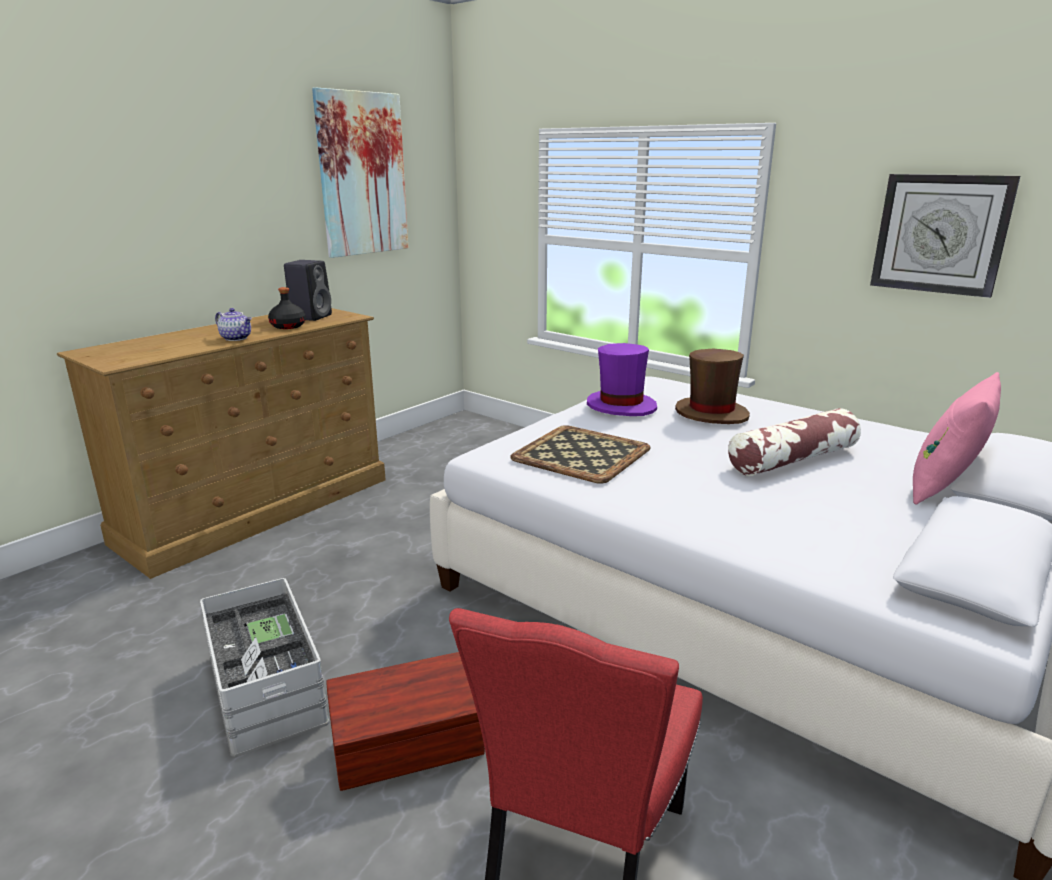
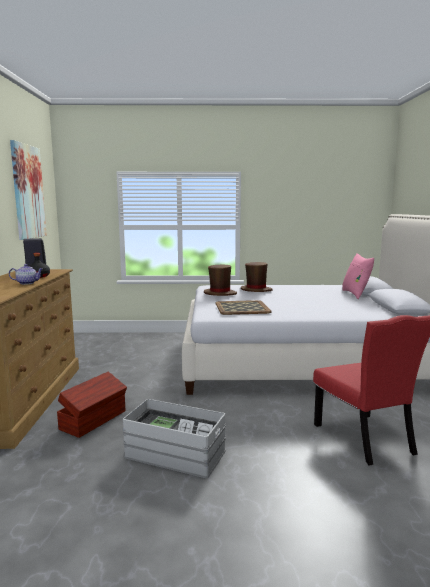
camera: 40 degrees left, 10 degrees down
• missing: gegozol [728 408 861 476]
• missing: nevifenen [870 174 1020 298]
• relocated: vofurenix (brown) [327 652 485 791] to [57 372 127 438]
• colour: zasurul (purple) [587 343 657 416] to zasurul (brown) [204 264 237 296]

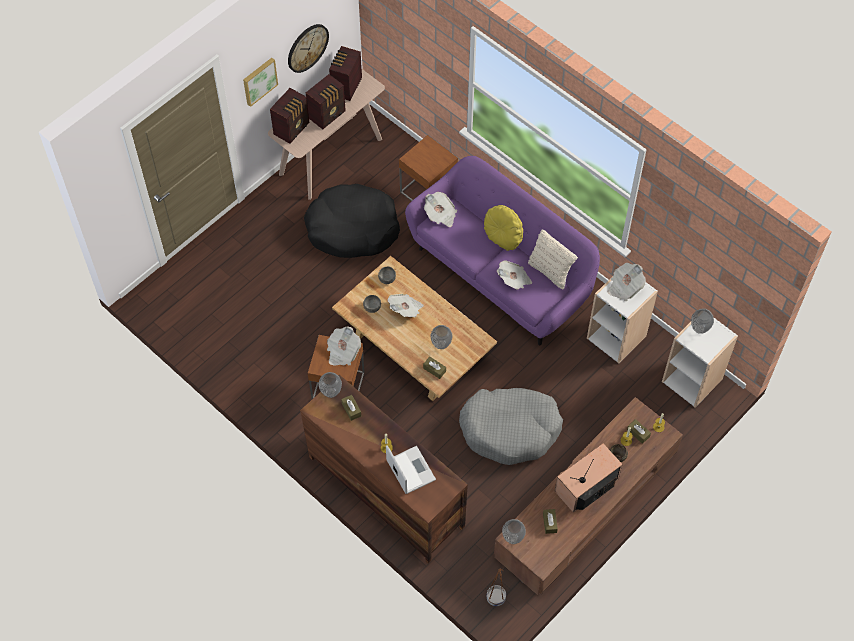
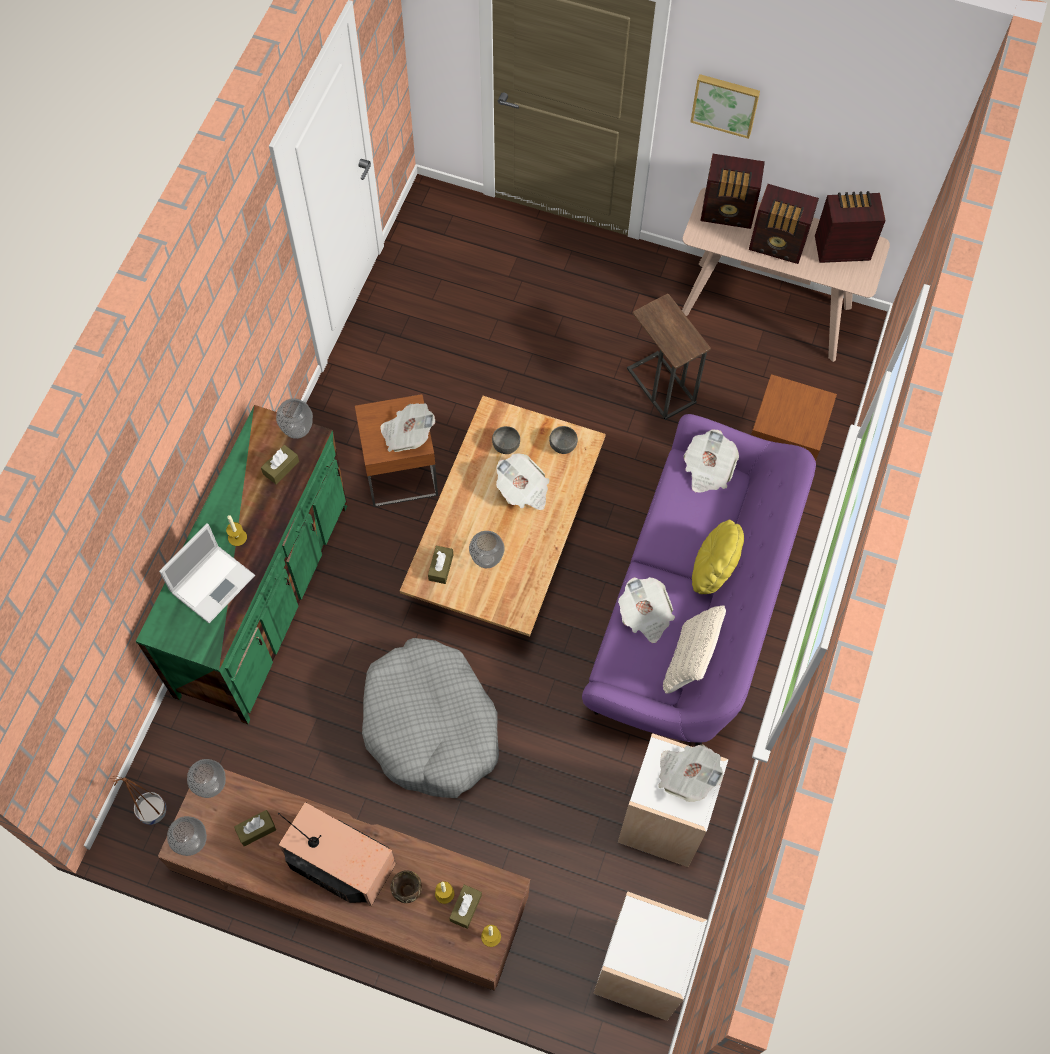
camera: 65 degrees right, 5 degrees up
• missing: nevifenen [288 24 329 73]
• relocated: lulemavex [691 308 714 334] to [167 816 207 856]
• exchanged: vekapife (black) [304 184 400 258] to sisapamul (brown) [627 294 711 420]
• colour: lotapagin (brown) [300 375 468 564] to lotapagin (green) [136 405 347 724]

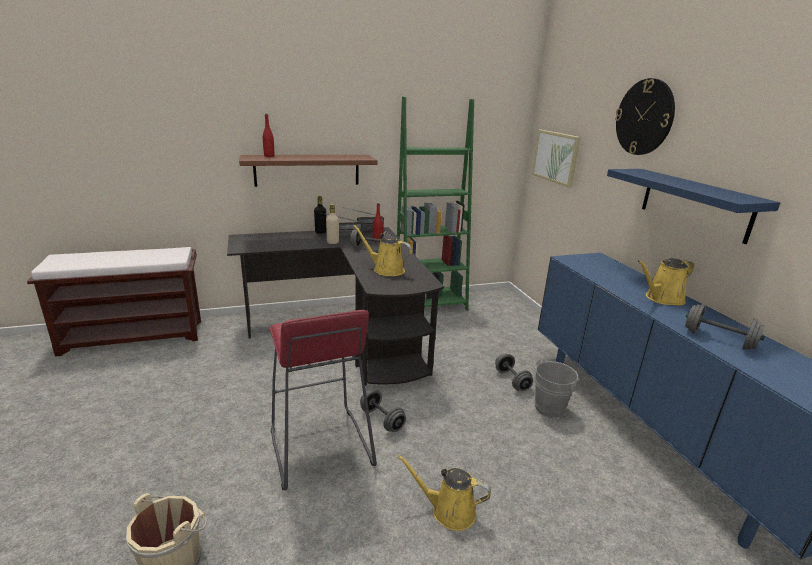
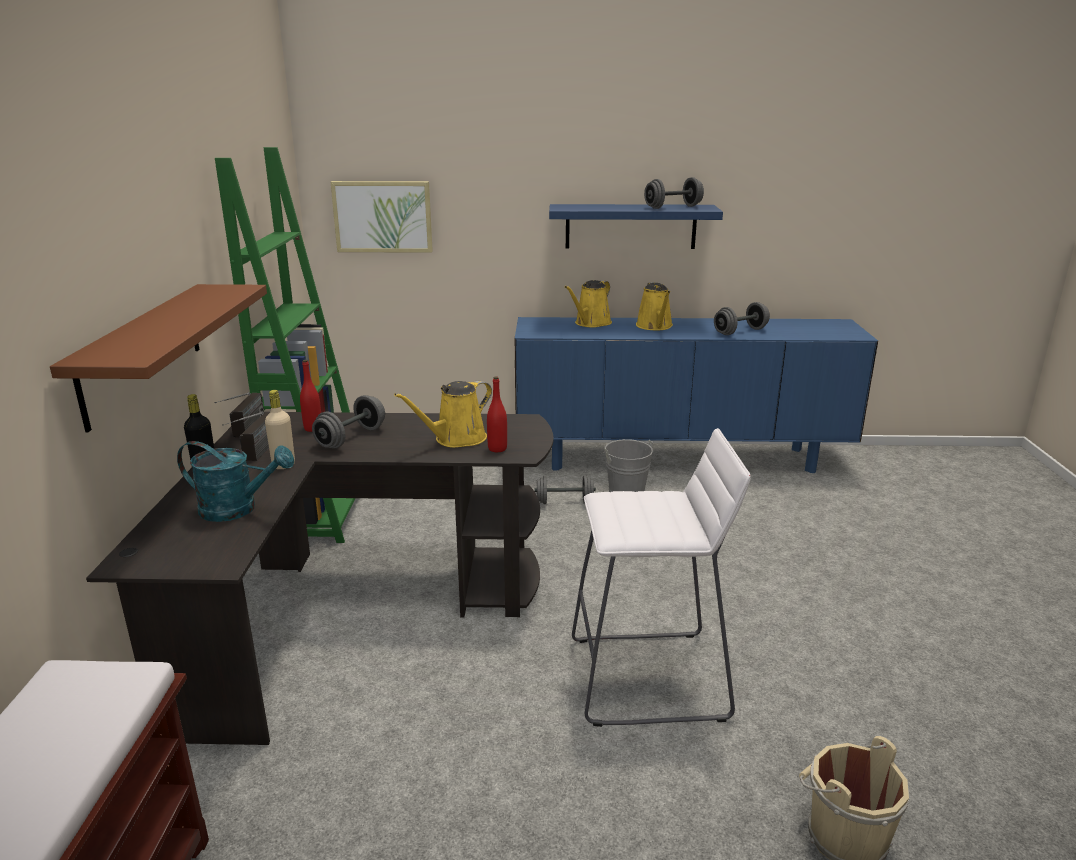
camera: 70 degrees left, 0 degrees up
• missing: nevifenen [615 78 675 155]
• appeared: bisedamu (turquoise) [177 441 294 522]
• relocated: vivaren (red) [263 114 274 157] to [487 377 507 452]
• relocated: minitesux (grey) [360 390 406 432] to [644 177 704 209]
• relocated: bisedamu (yellow) [397 455 491 531] to [565 280 612 327]
• colour: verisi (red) [270 309 377 490] to verisi (white) [572 428 751 727]

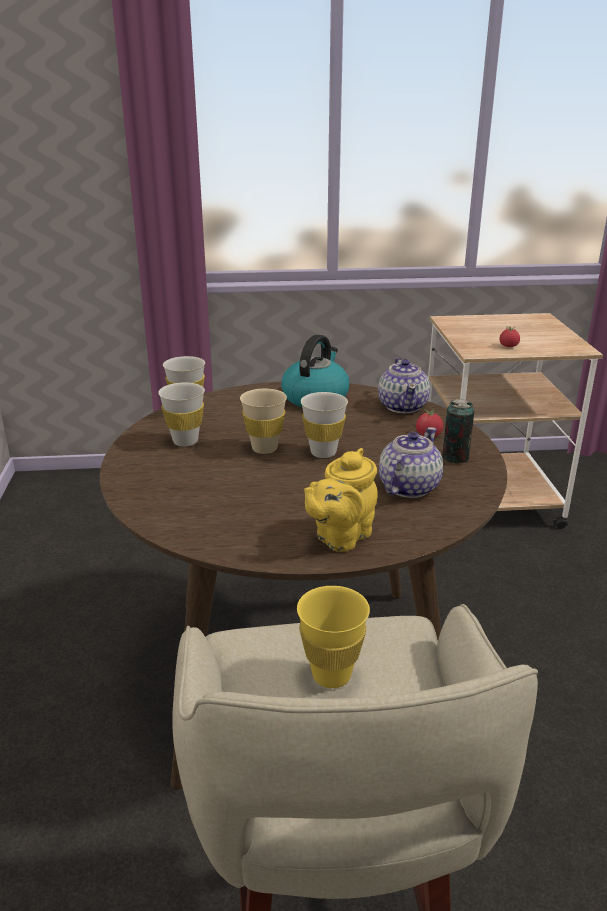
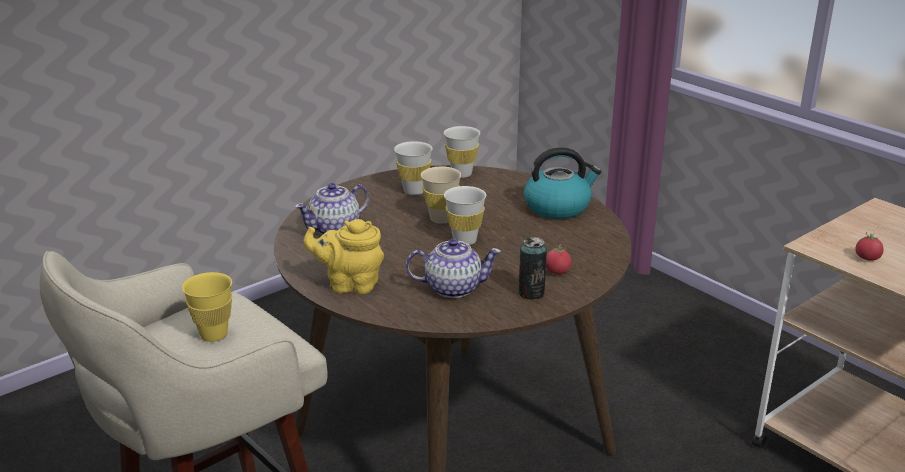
camera: 55 degrees right, 0 degrees up
• relocated: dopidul [378 358 430 413] to [295 183 369 235]

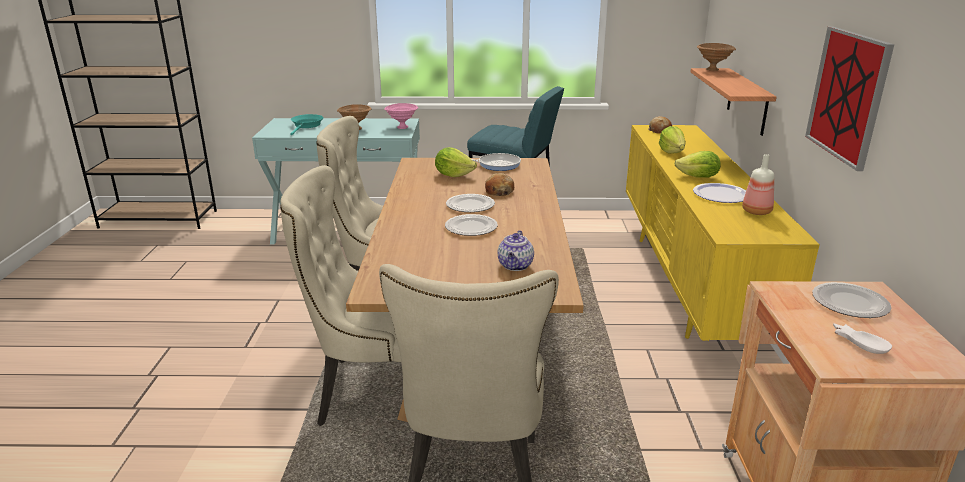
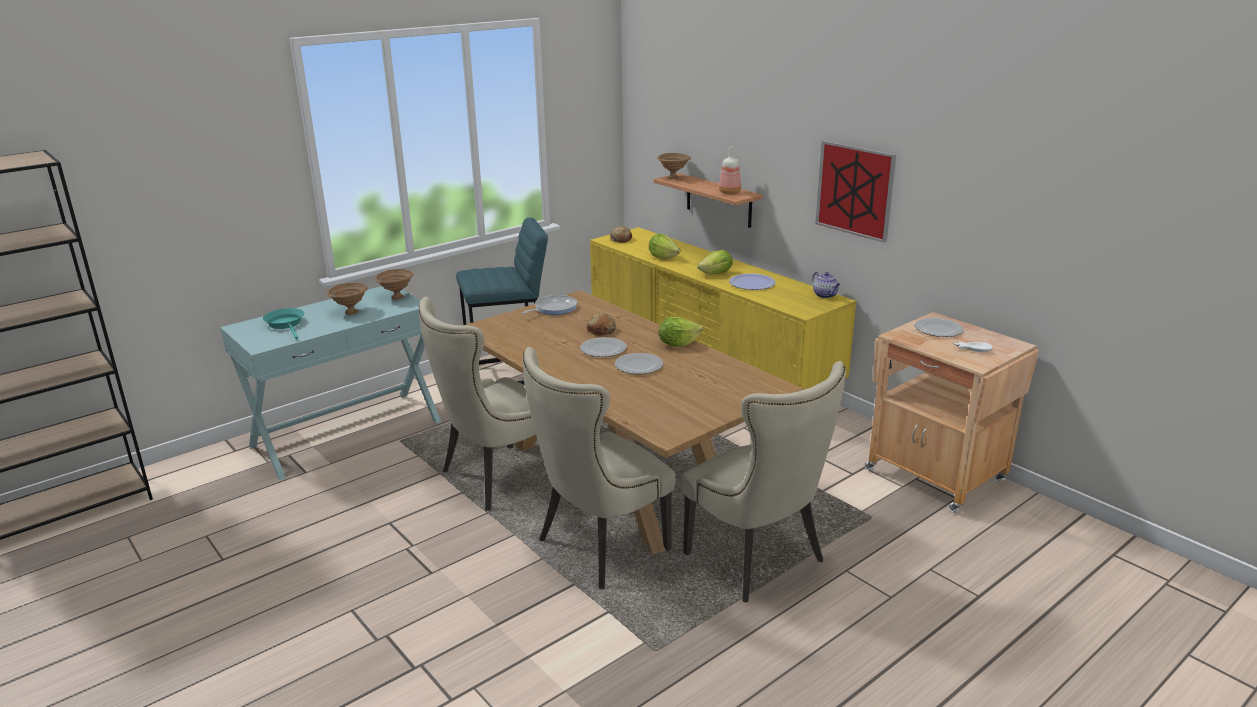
camera: 40 degrees left, 0 degrees up
• relocated: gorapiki [435 147 477 177] to [659 317 703 347]
• relocated: dopidul [498 230 534 271] to [812 272 841 298]
• relocated: vivaren [742 154 774 215] to [719 147 741 194]
• colour: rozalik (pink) [384 103 418 129] to rozalik (brown) [375 269 414 300]

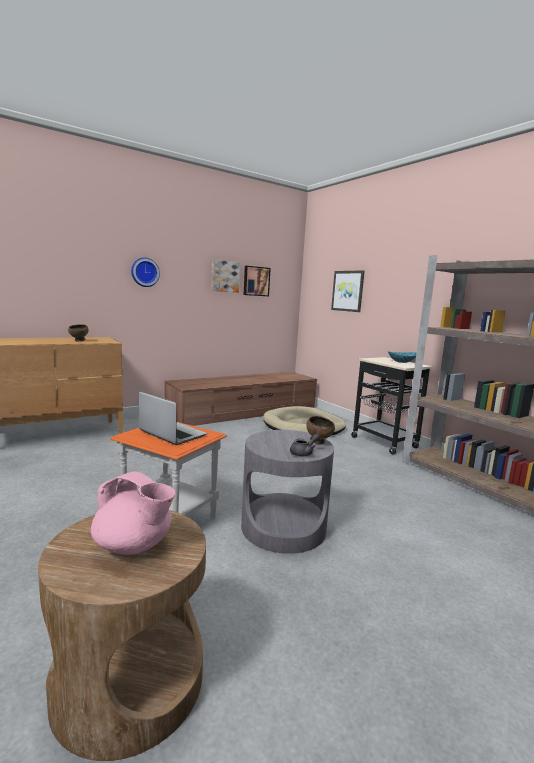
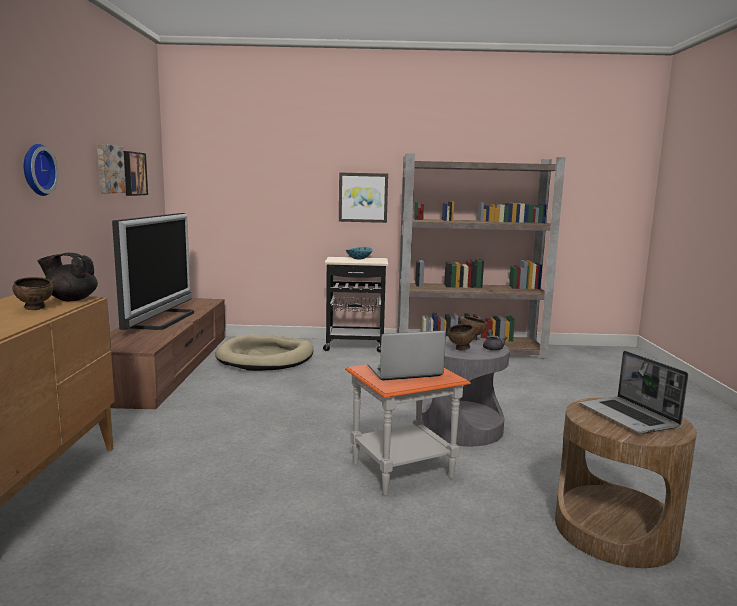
camera: 55 degrees left, 0 degrees up
• appeared: dopidul (black) [37 253 98 301]
• appeared: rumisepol [112 213 194 330]
• appeared: rozalik (brown) [448 324 475 350]
• relocated: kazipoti [331 270 364 312] to [339 172 388 223]
• exchanged: dopidul (pink) [91 472 175 555] to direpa [580 351 688 434]

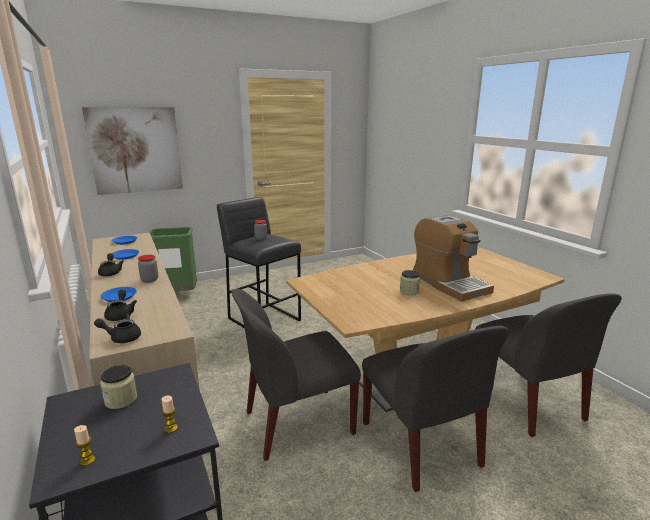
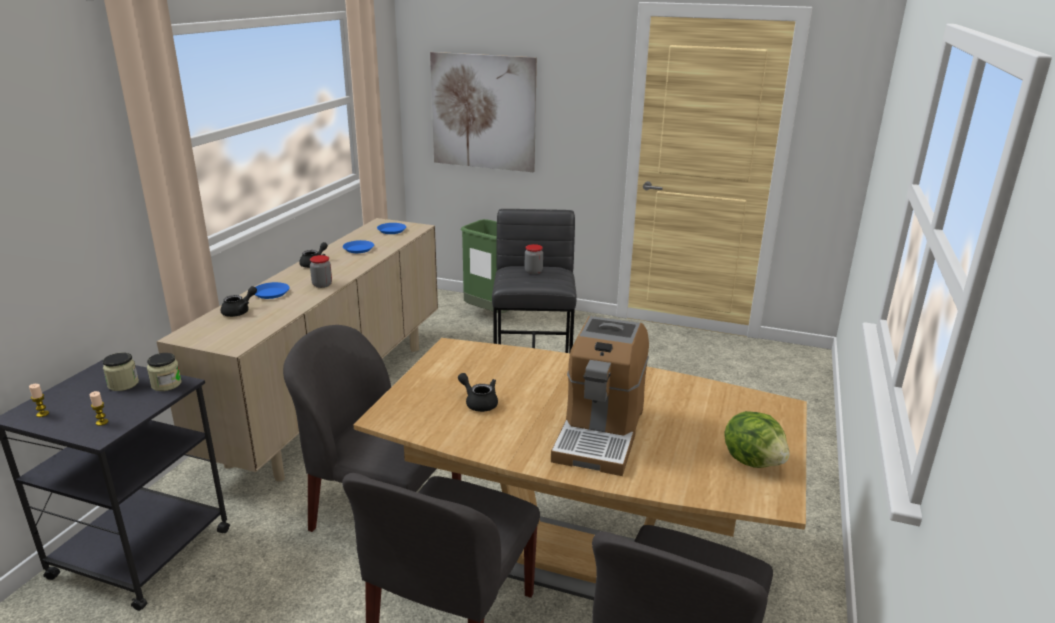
camera: 45 degrees right, 5 degrees up
• appeared: gorapiki [725 411 789 468]
• relocated: dopidul (black) [94 315 141 343] to [458 373 498 412]
• relocated: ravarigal [400 270 420 295] to [147 353 182 391]

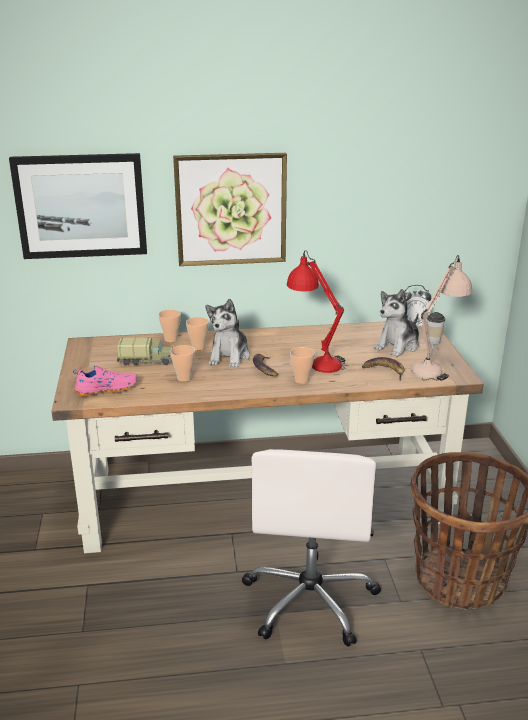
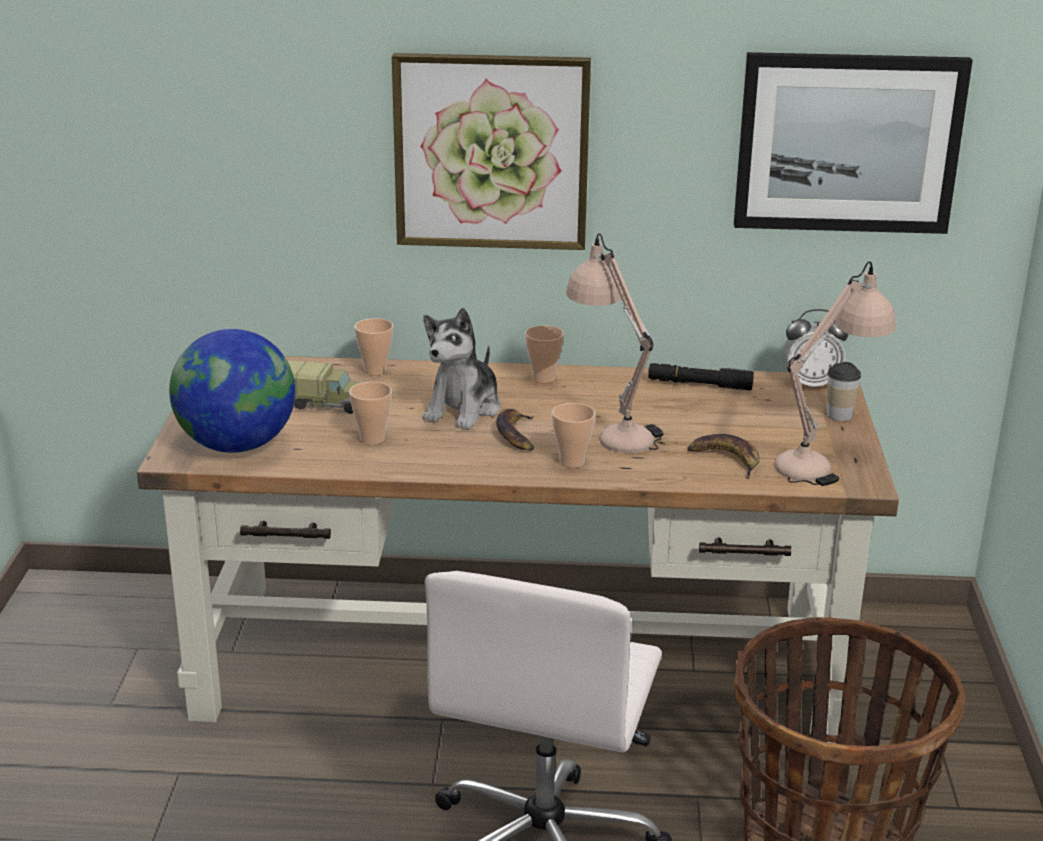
camera: 10 degrees right, 0 degrees up
• missing: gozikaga [374 289 419 357]
• appeared: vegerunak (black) [648 363 754 390]
• relocated: kazipoti [9 153 147 259] to [734 52 973 234]
• relocated: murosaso [186 317 209 351] to [525 325 564 383]
• exchanged: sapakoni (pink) [73 365 137 397] to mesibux [169 329 295 453]
• colour: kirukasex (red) [287 250 346 373] to kirukasex (beige) [566 233 663 453]

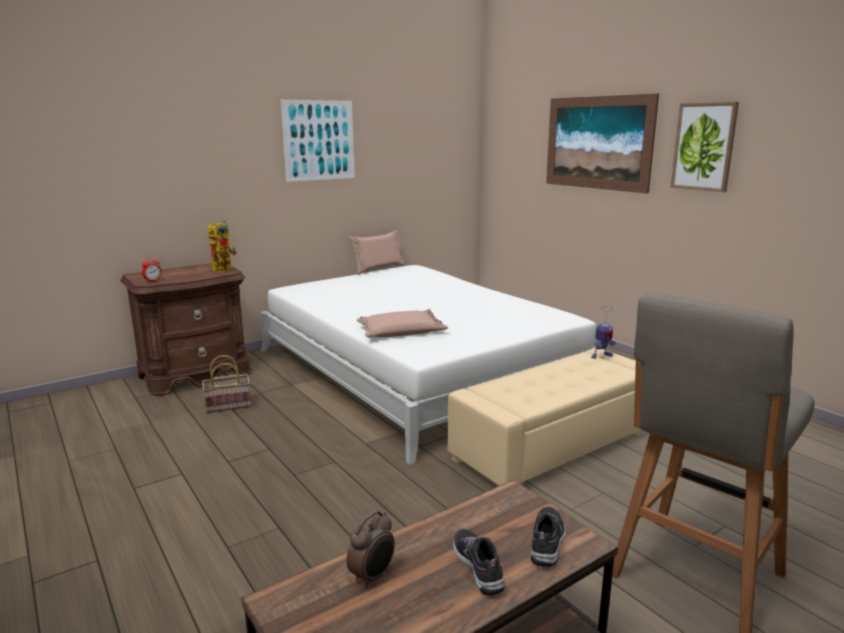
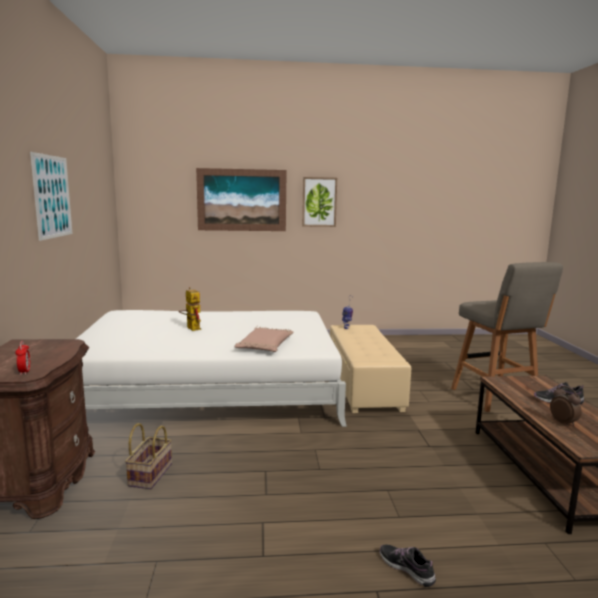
camera: 60 degrees left, 5 degrees down
• missing: gegozol (beige) [349 230 404 275]
• relocated: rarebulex [207 220 237 272] to [179 287 201 331]
• relocated: sapakoni [531 507 566 567] to [380 545 436 587]

